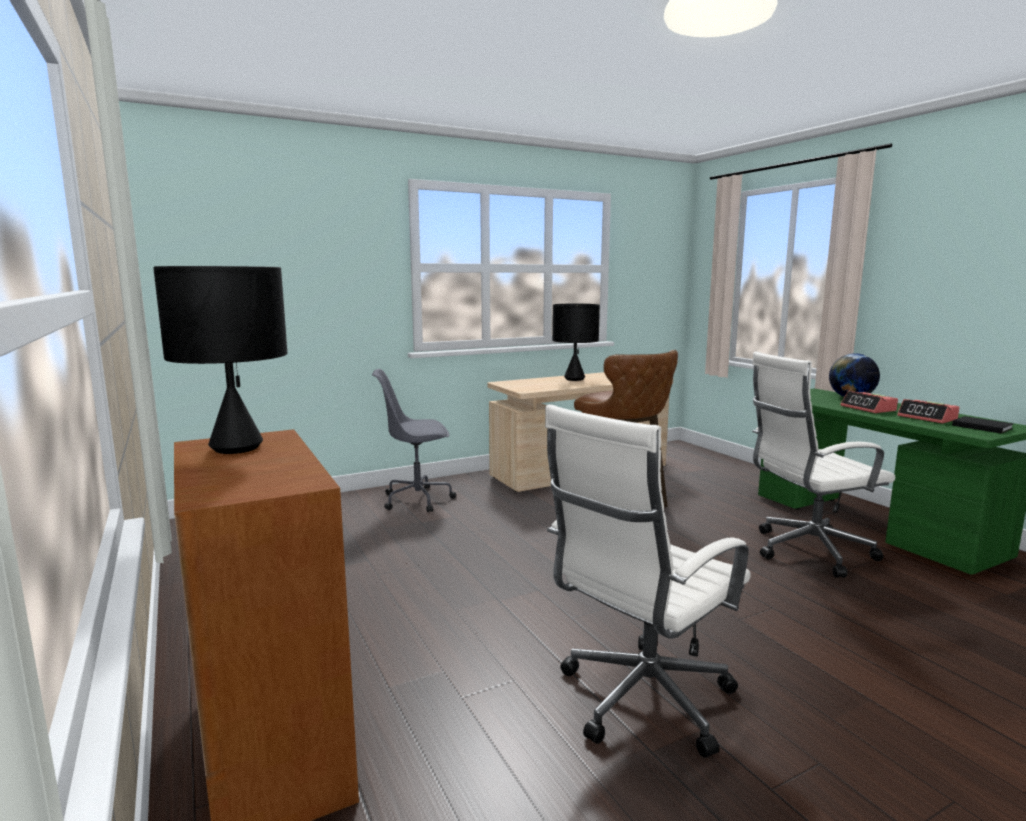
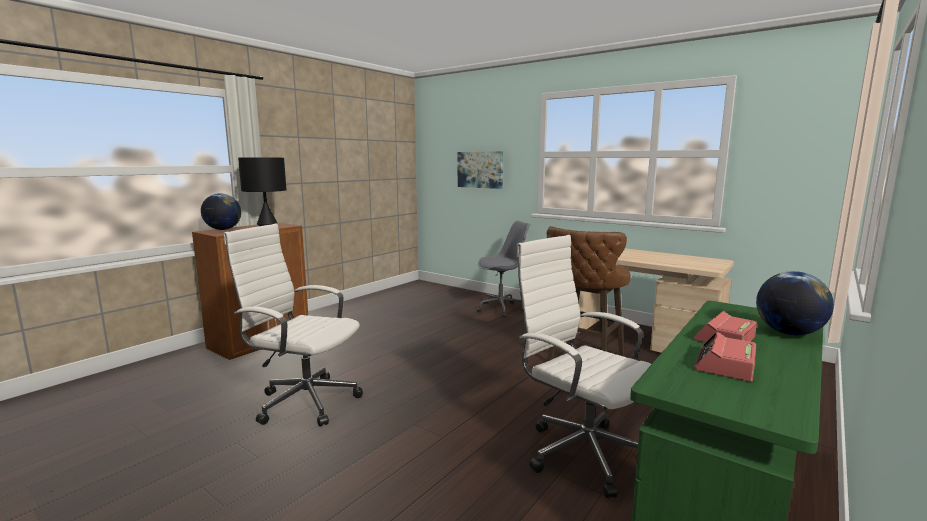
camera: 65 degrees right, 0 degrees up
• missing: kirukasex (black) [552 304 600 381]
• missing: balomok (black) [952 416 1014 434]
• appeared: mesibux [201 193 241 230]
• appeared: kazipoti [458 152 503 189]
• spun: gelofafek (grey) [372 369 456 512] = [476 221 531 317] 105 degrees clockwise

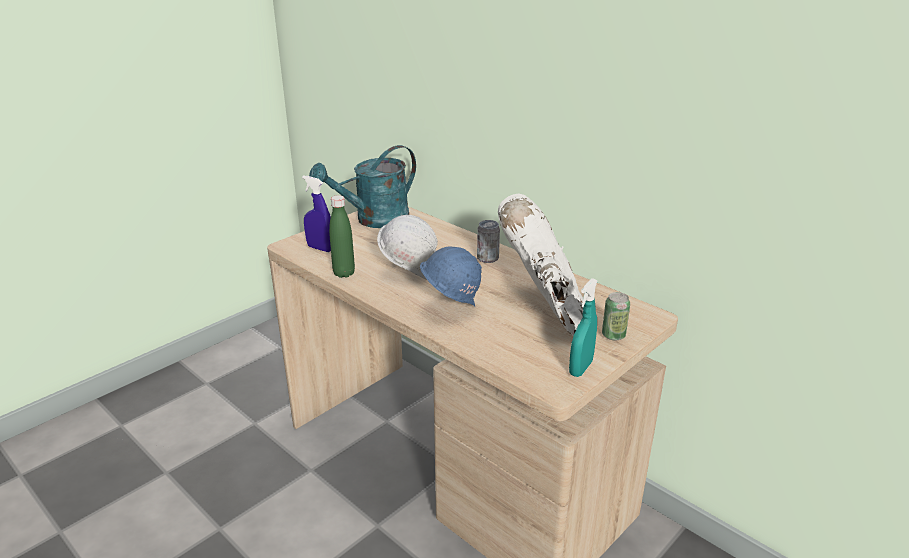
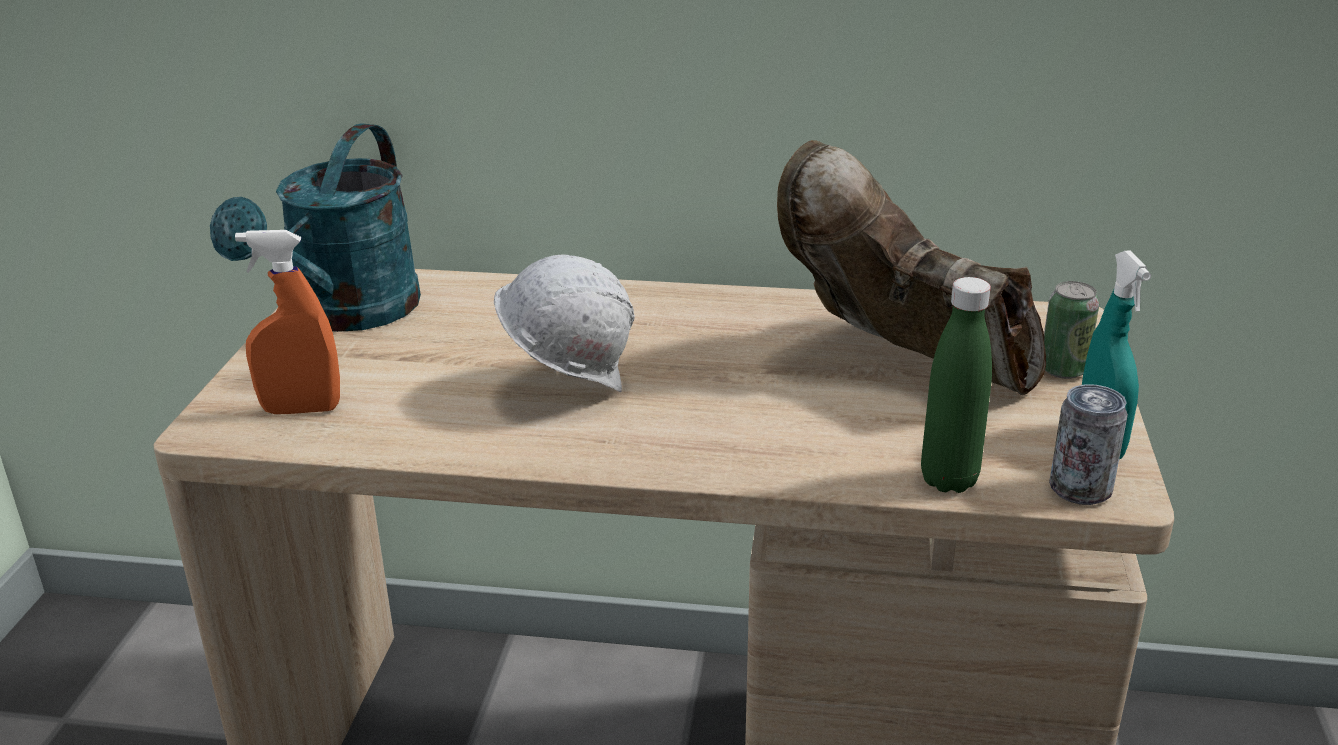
camera: 35 degrees left, 0 degrees up
• missing: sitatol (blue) [420 246 482 307]
• relocated: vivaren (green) [329 195 355 278] to [921 277 992 493]
• relocated: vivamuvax [477 220 500 263] to [1049 384 1128 505]
• colour: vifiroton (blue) [302 175 331 252] to vifiroton (orange) [235 230 340 414]
• colour: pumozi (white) [498 194 583 336] to pumozi (brown) [777 140 1046 395]

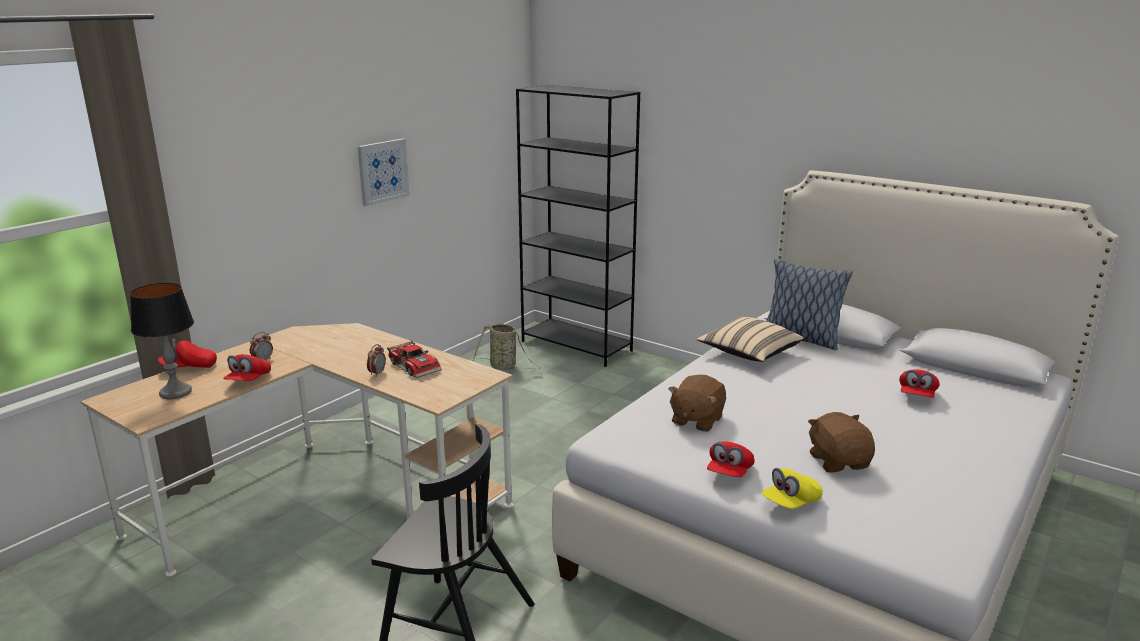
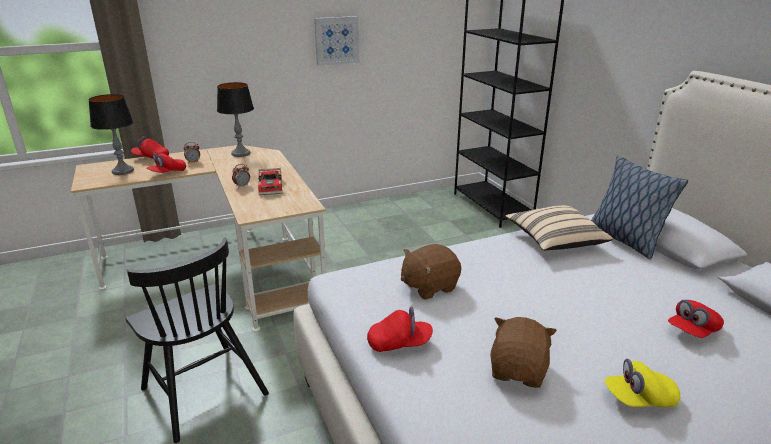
camera: 30 degrees right, 5 degrees up
• missing: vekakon [473 324 540 370]
• appeared: kirukasex [217 82 254 157]
• relocated: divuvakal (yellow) [761 468 823 509] to [605 358 680 407]
• spun: divuvakal (red) [707 441 755 477] = [367 307 433 352] 150 degrees counterclockwise

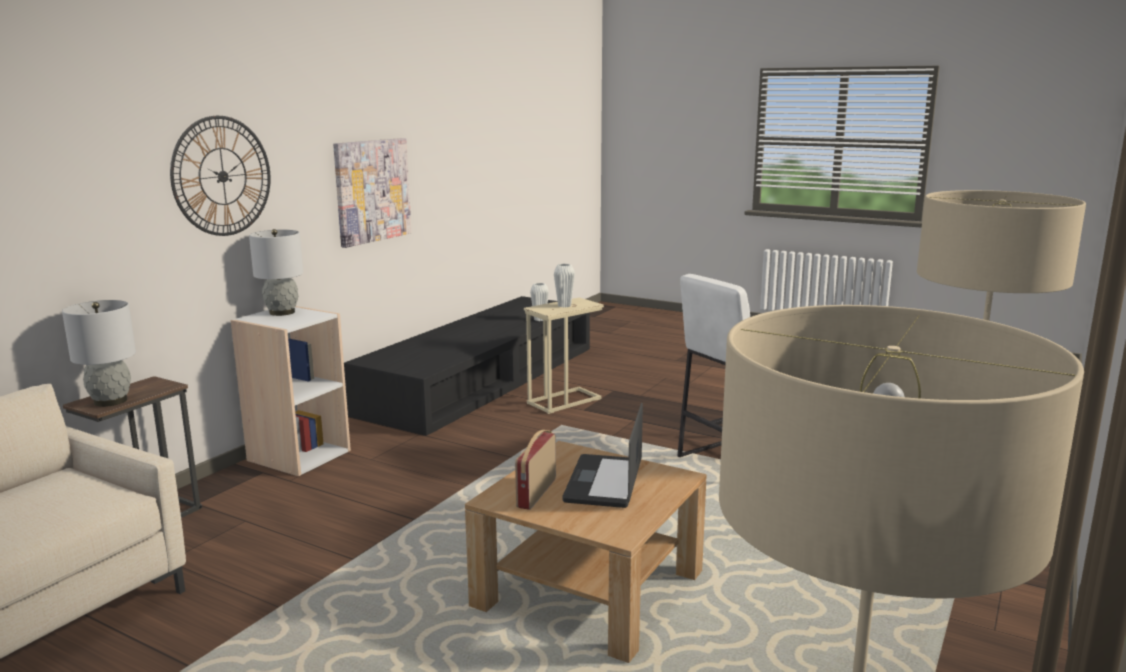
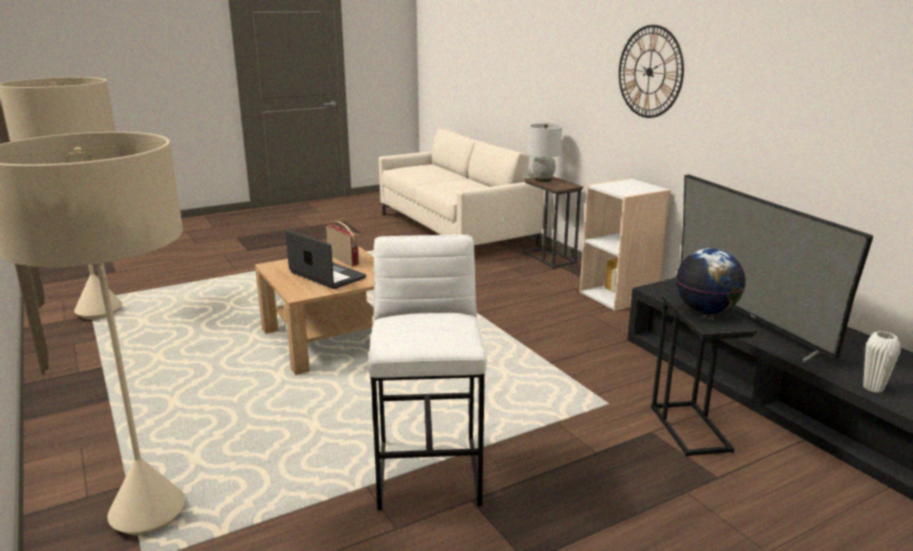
camera: 120 degrees right, 5 degrees up
• missing: kirukasex (white) [249 229 303 316]
• missing: kazipoti [333 138 412 248]
• appeared: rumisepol [677 175 873 363]
• exchanged: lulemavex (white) [554 264 575 307] to mesibux [676 248 746 314]
• colour: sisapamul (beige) [524 298 604 414] to sisapamul (black) [651 294 757 457]

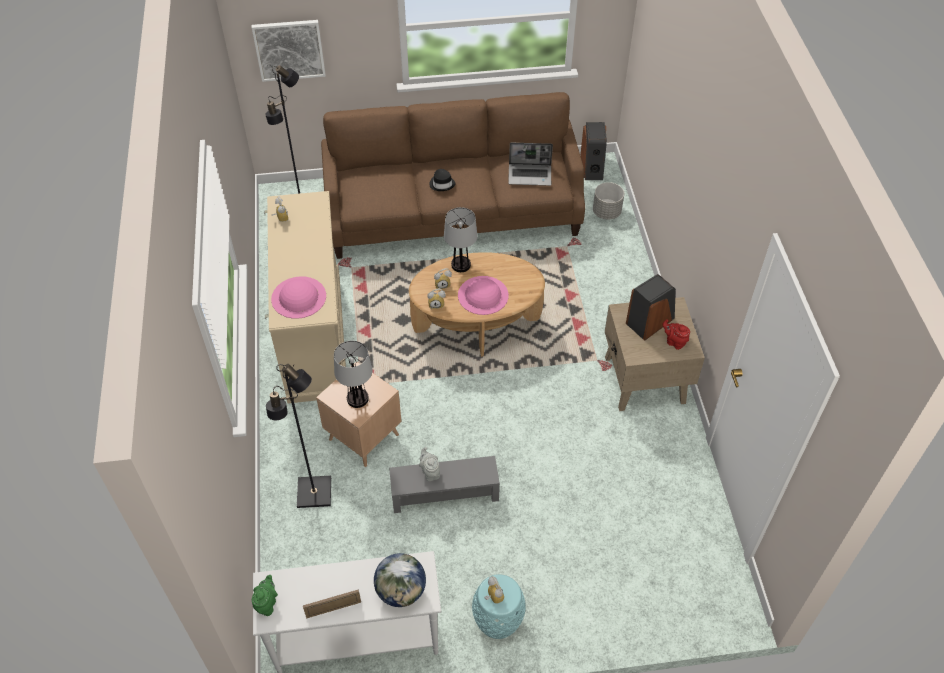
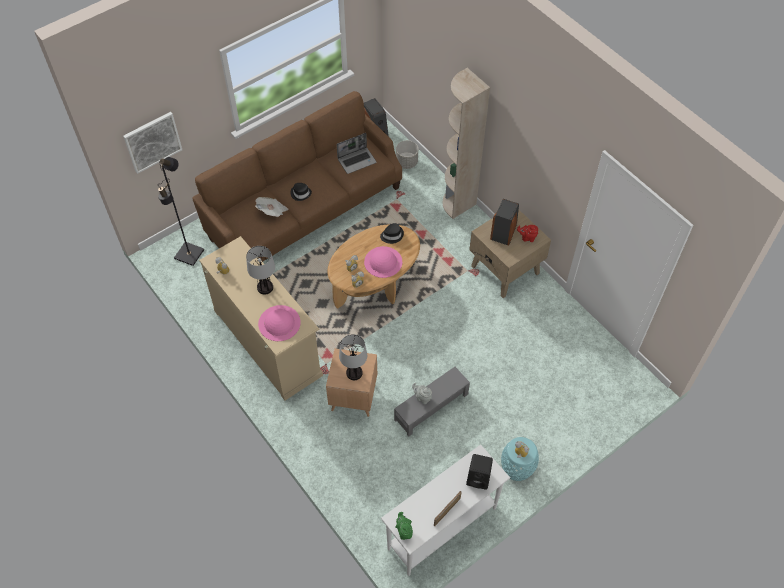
camera: 30 degrees left, 5 degrees up
• missing: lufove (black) [266 364 331 508]
• appeared: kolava [255 197 289 217]
• appeared: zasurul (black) [380 223 404 244]
• appeared: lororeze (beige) [443 68 490 219]
• relocated: kirukasex [444 207 478 272] to [246 246 275 295]
• exchanged: mesibux [374 553 426 607] to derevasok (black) [466 454 493 490]

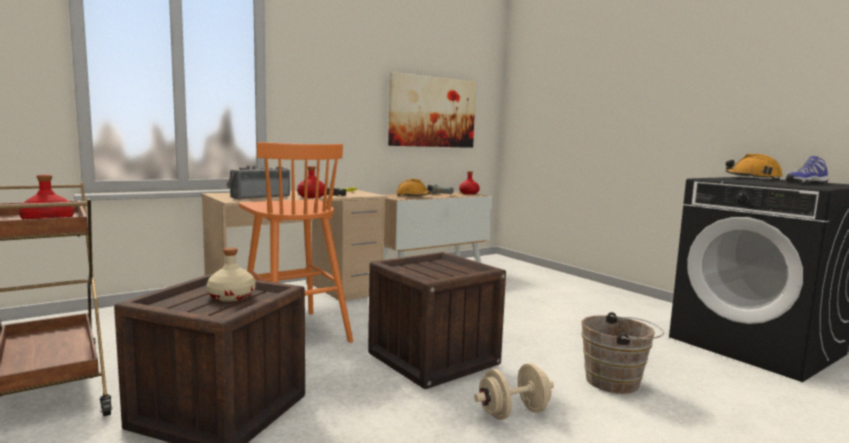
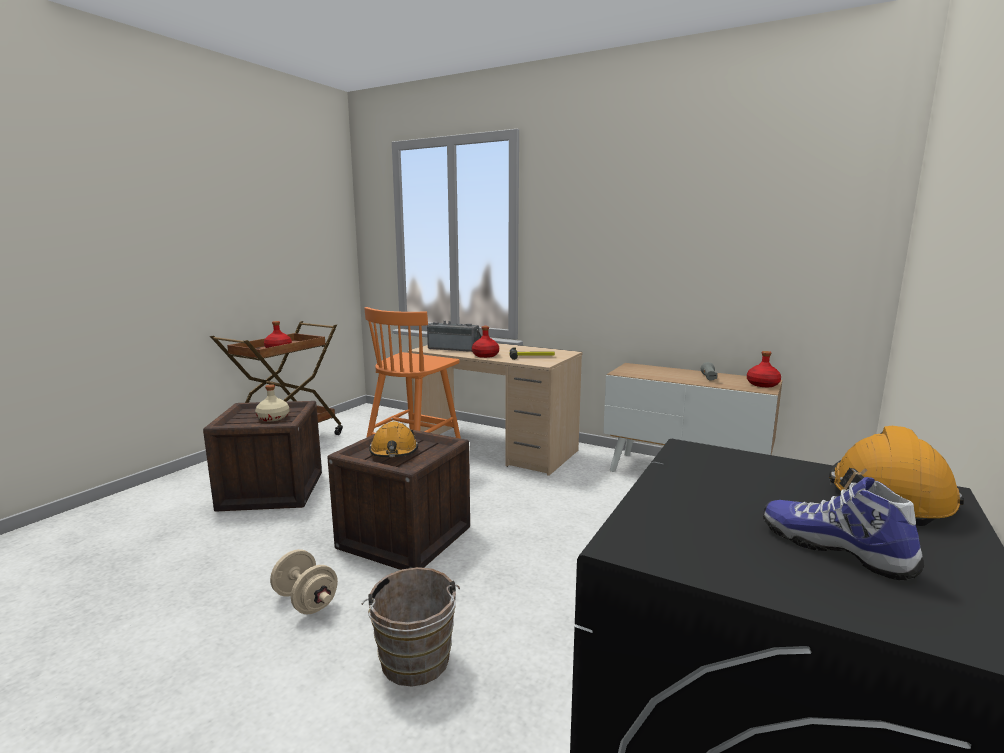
camera: 65 degrees right, 5 degrees up
• missing: kazipoti [388 72 476 148]
• relocated: sitatol (orange) [396 179 433 197] to [369 422 418 457]

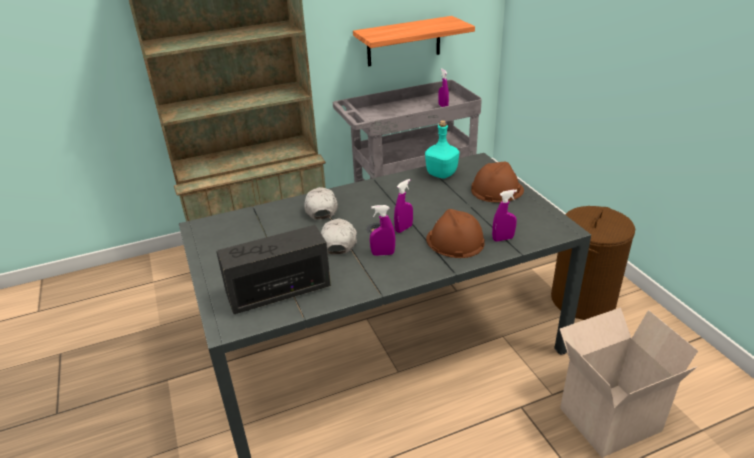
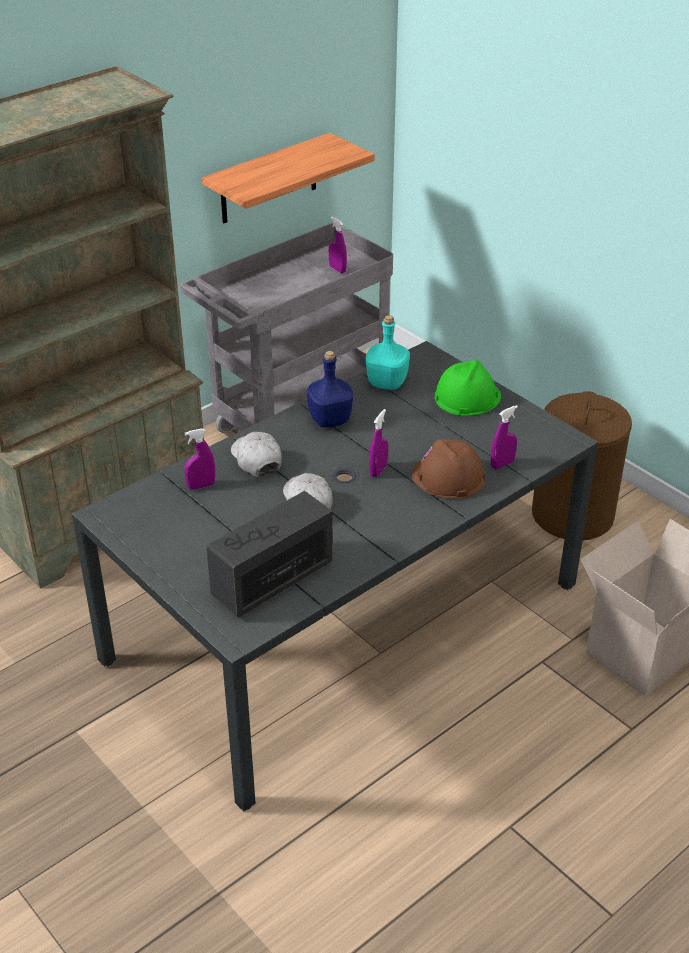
camera: 20 degrees left, 5 degrees up
• appeared: vivaren (blue) [307 351 353 428]
• relocated: vifiroton (purple) [370 205 395 256] to [185 429 215 490]
• colour: sitatol (brown) [471 161 524 202] to sitatol (green) [435 360 501 416]

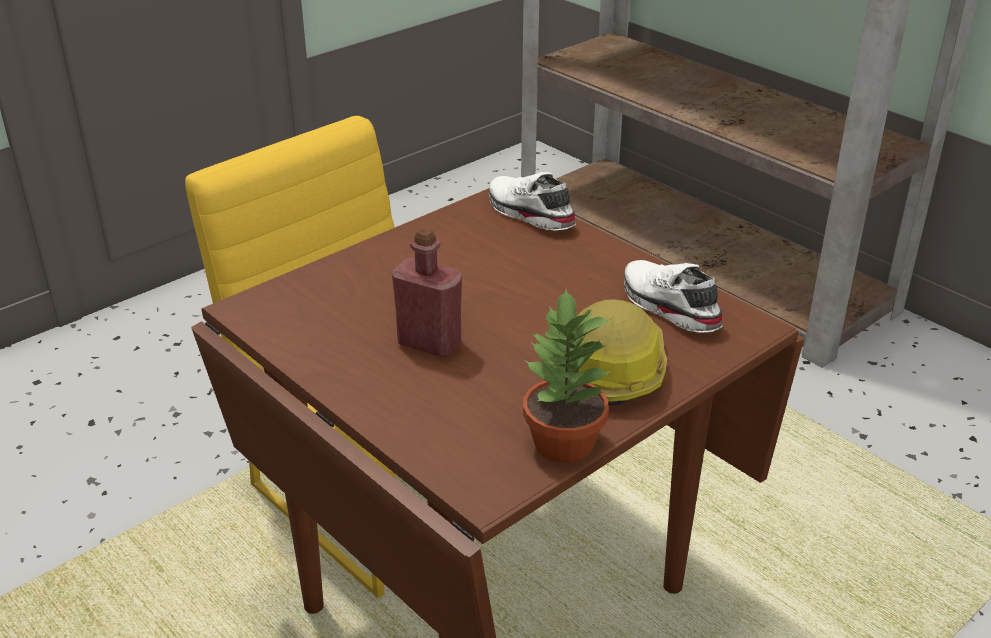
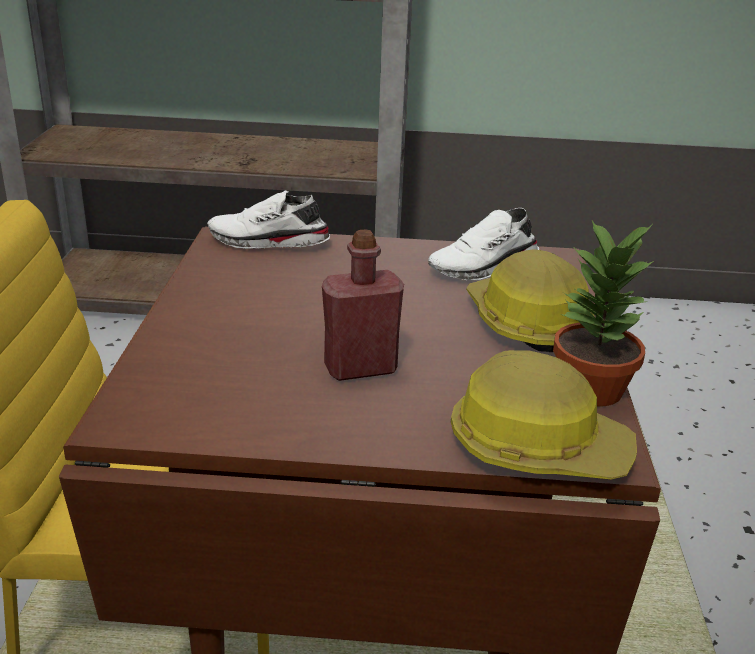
camera: 45 degrees left, 5 degrees down
• appeared: sitatol [451 350 637 479]
• spun: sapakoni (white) [624 260 723 333] = [428 208 539 281] 45 degrees counterclockwise

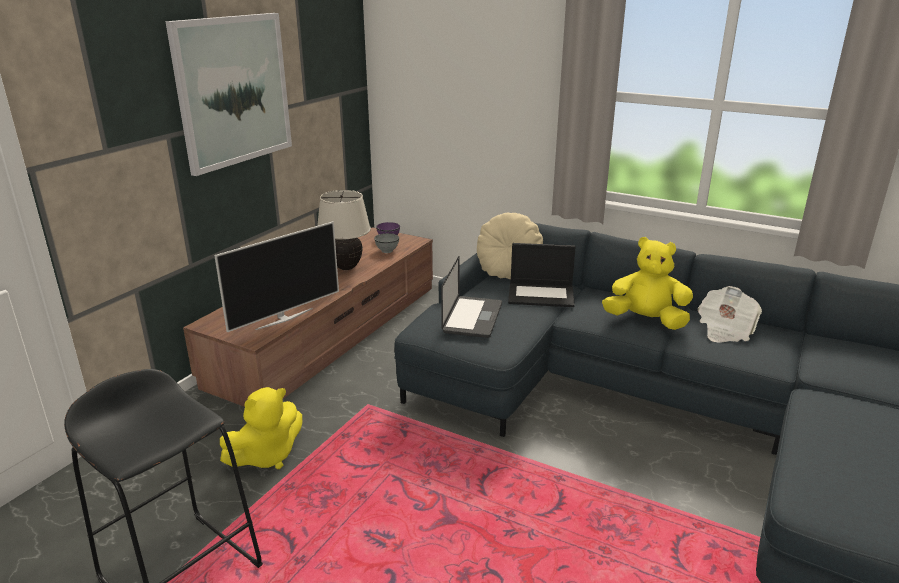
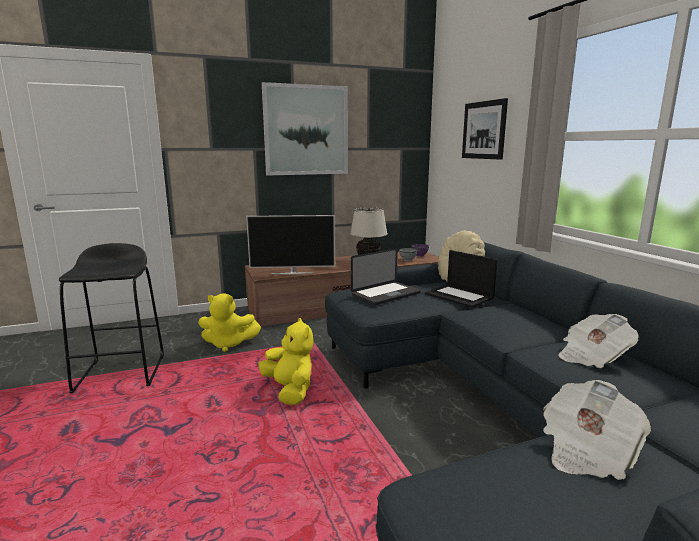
camera: 40 degrees right, 10 degrees down
• appeared: kazipoti [462 98 508 160]
• appeared: kolava [542 380 651 480]
• relocated: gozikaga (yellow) [602 237 693 330] to [258 318 314 405]

